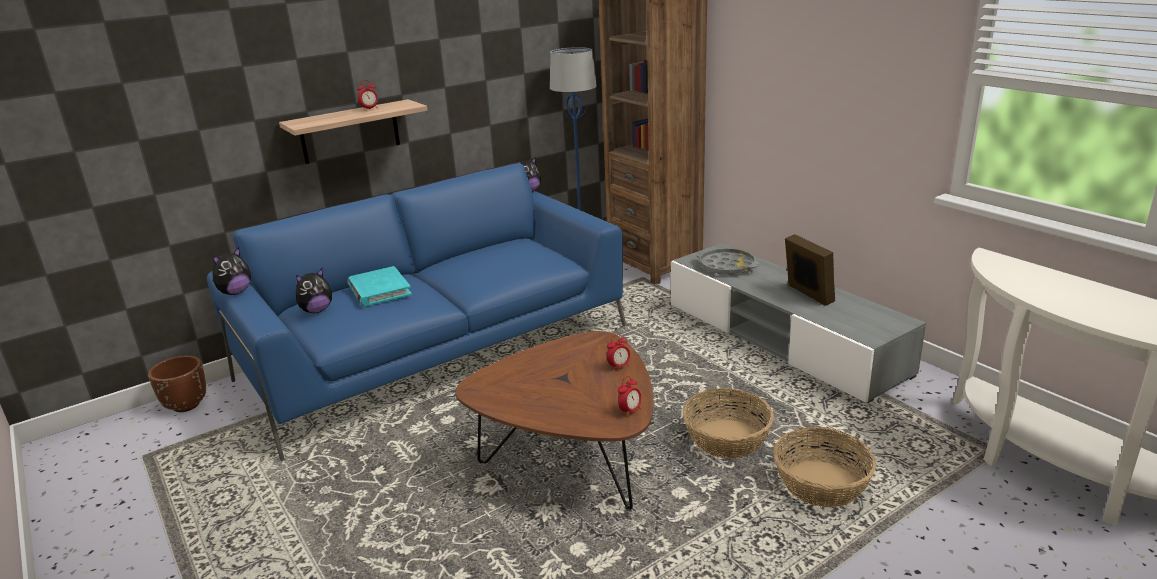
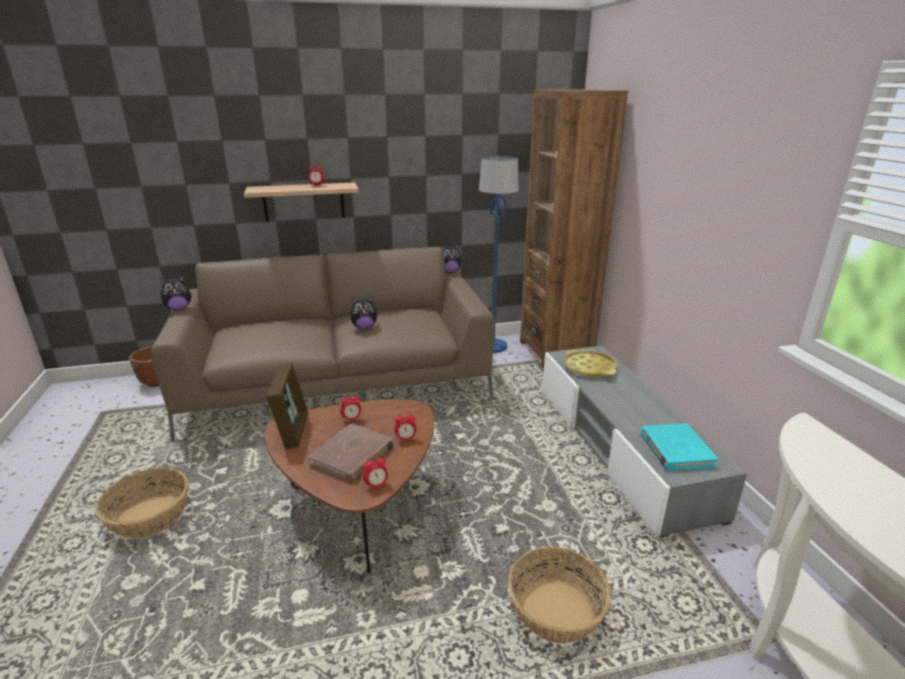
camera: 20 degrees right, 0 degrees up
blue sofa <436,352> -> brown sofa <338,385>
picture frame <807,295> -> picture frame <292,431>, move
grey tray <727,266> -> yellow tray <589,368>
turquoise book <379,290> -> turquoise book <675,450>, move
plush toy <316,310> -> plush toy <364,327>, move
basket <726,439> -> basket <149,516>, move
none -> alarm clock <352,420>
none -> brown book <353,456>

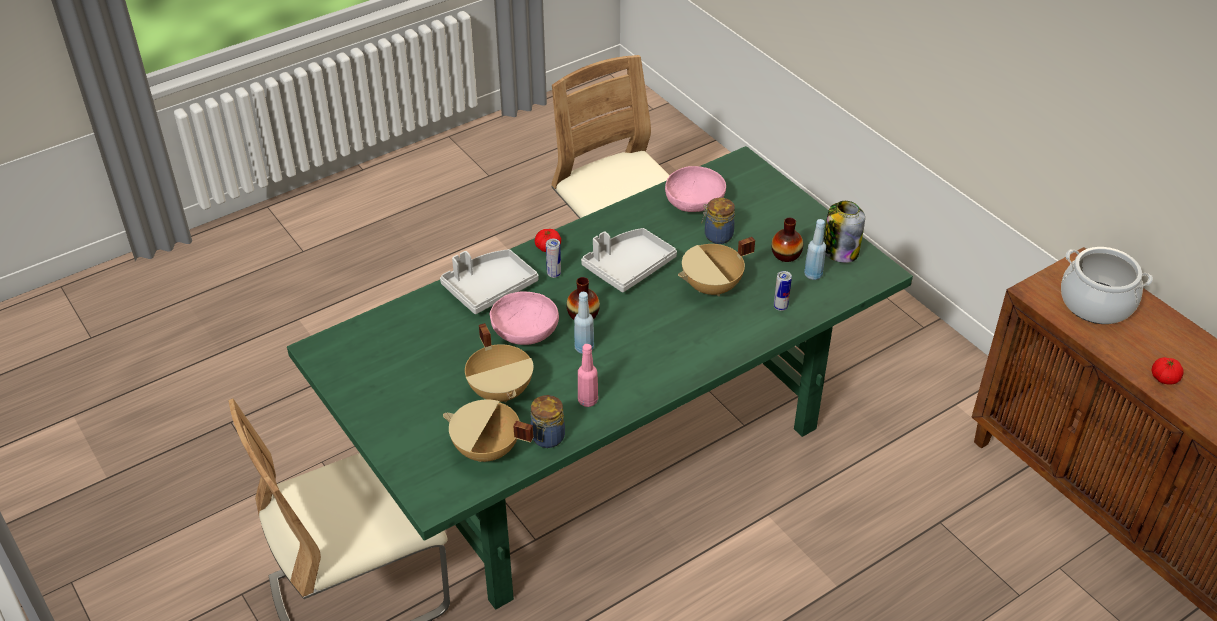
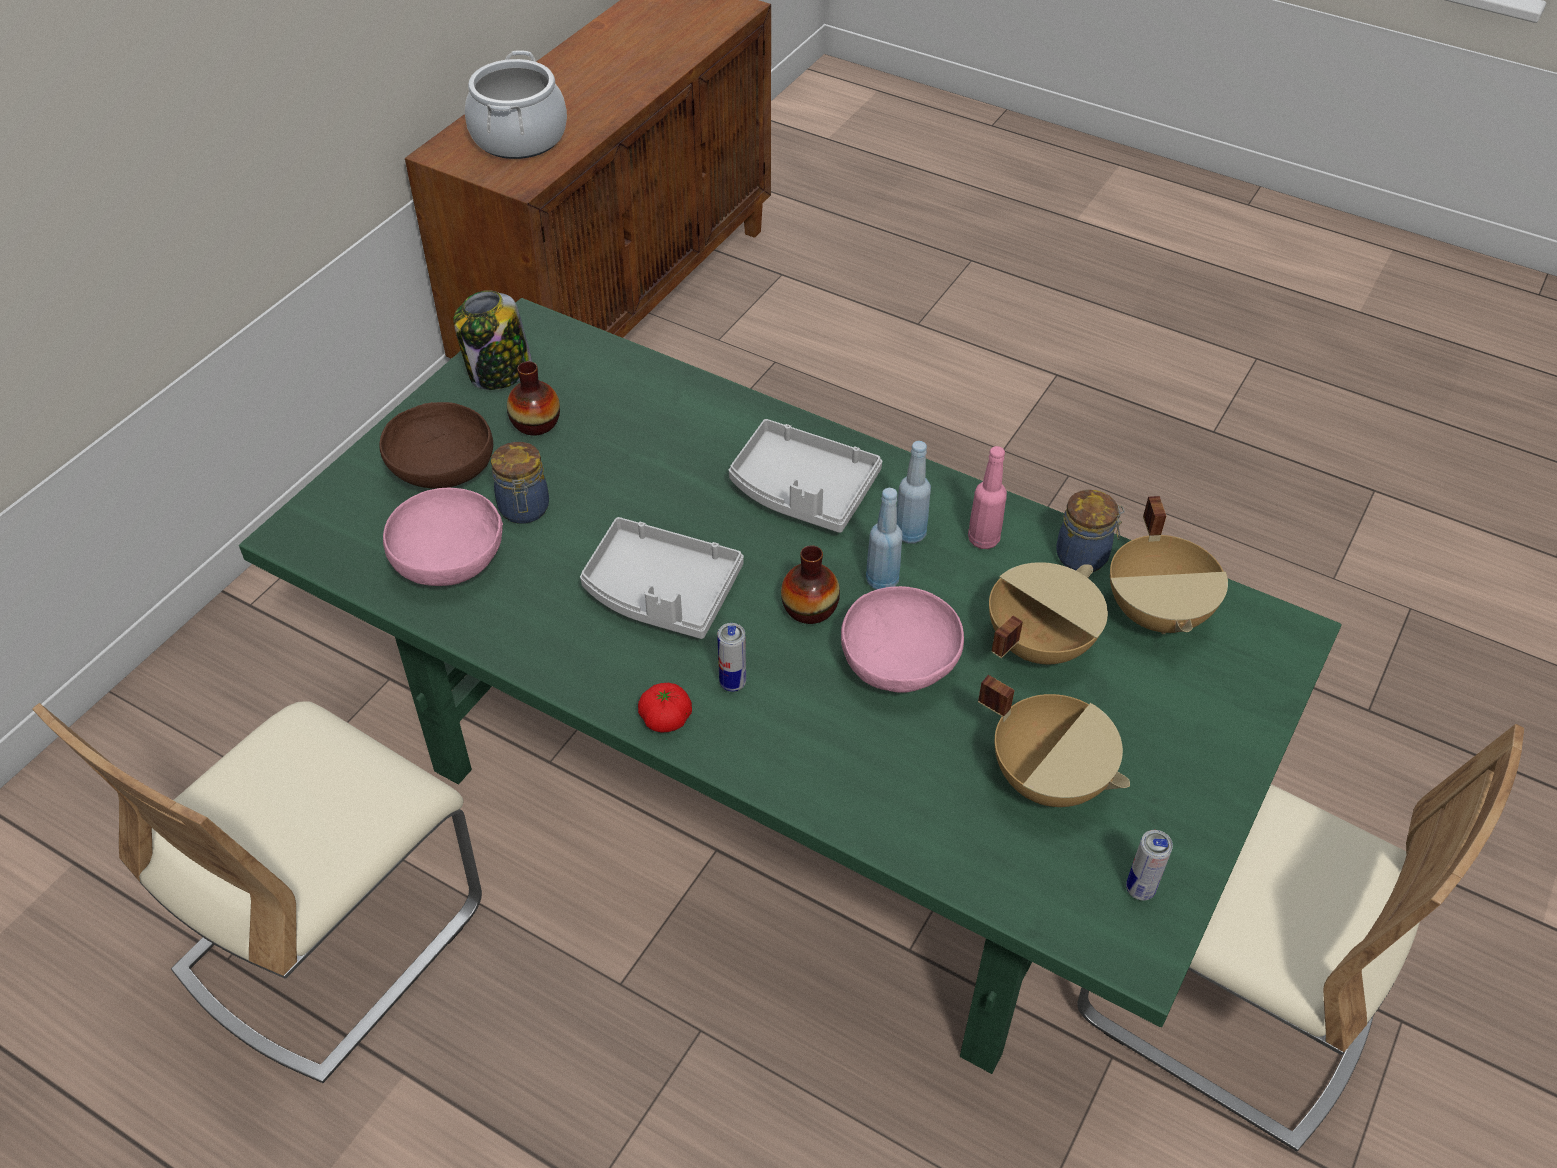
camera: 115 degrees left, 5 degrees up
blue bottle <813,275> -> blue bottle <910,534>, move
beige cooking pot <712,287> -> beige cooking pot <1049,778>, move
grey tray <489,288> -> grey tray <802,490>, move
can <780,307> -> can <1140,889>, move
tomato <1164,378> -> none
none -> brown bowl <441,471>

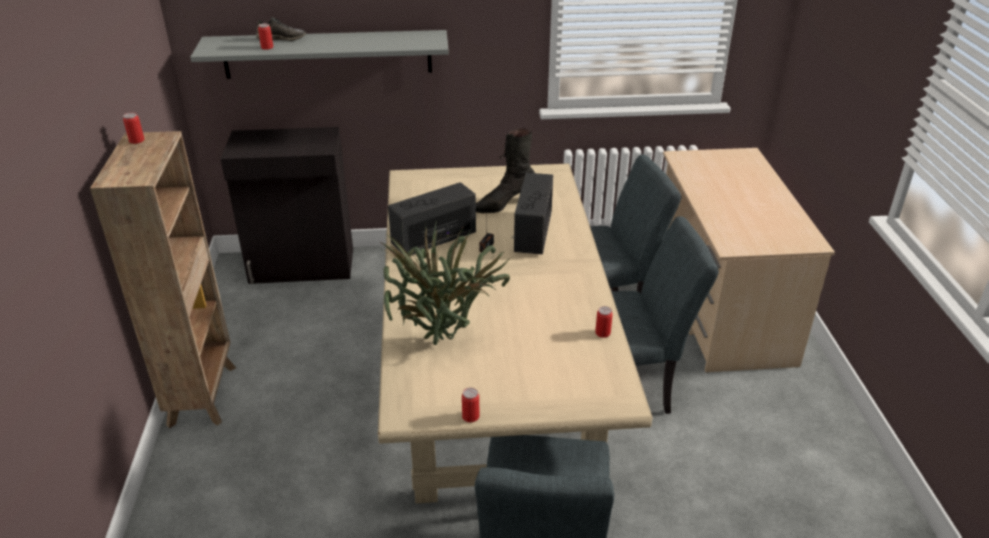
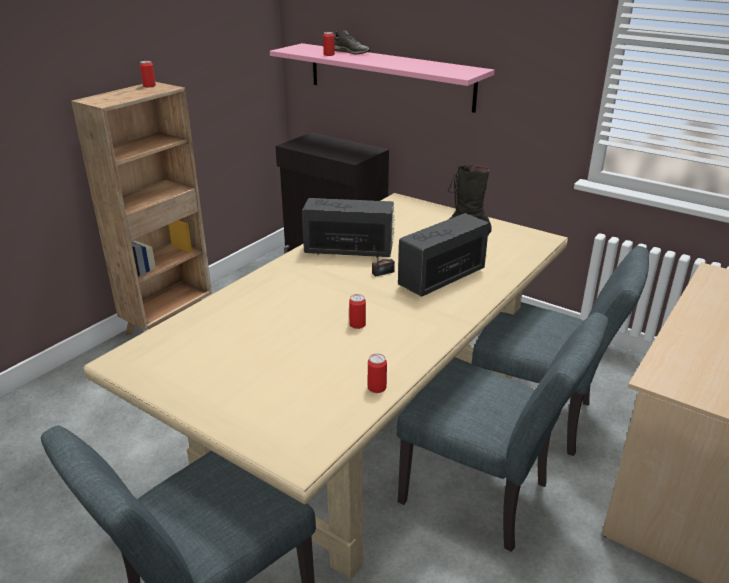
camera: 40 degrees right, 5 degrees down
grey shelf <327,54> -> pink shelf <389,76>
potted plant <443,344> -> none
can <470,416> -> can <357,324>, move

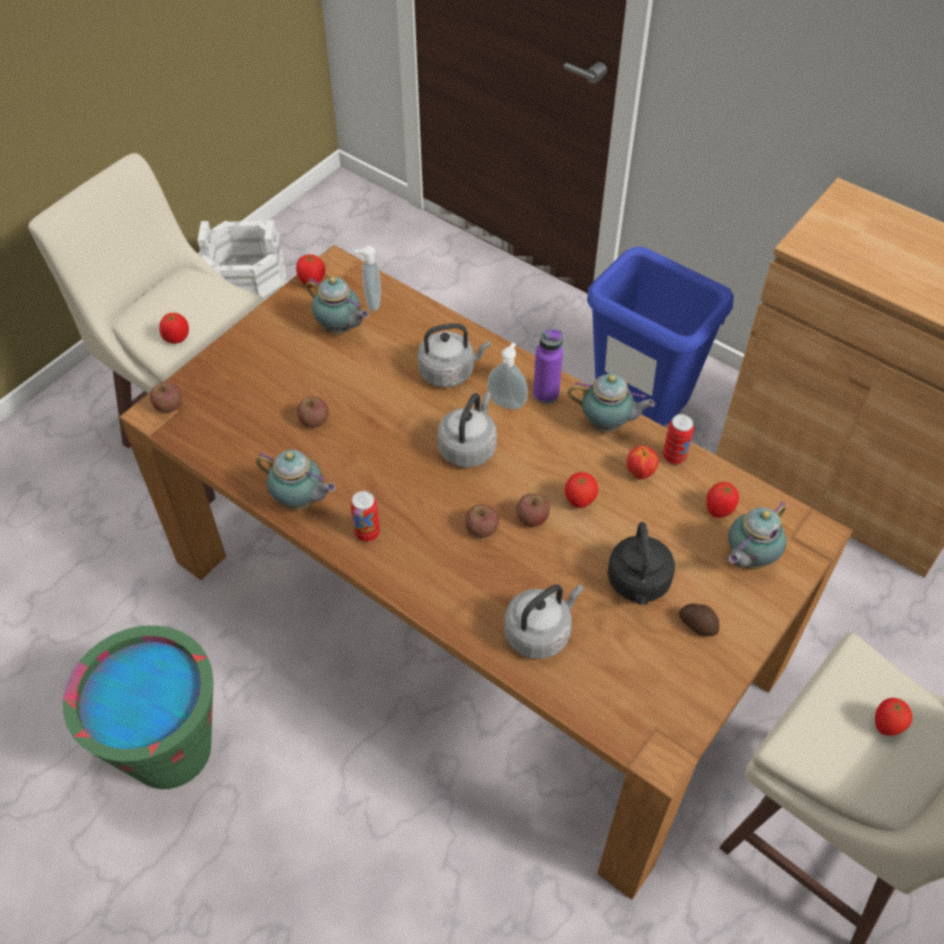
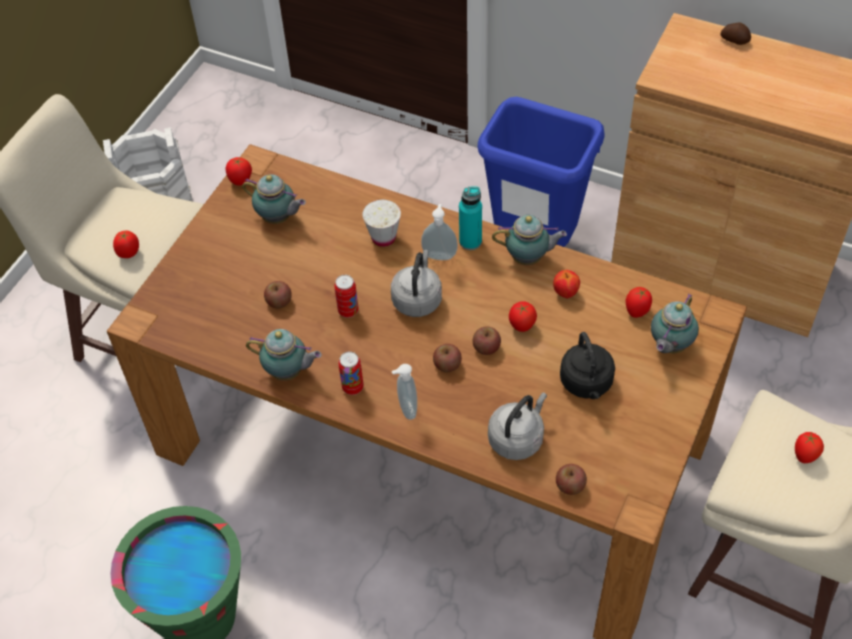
camera: 10 degrees left, 0 degrees up
soap dispenser <371,303> -> soap dispenser <406,409>, move
grey kettle <449,372> -> white cup <383,238>
purple bottle <546,394> -> turquoise bottle <470,241>
apple <169,406> -> apple <570,485>, move
can <674,457> -> can <348,311>, move
potato <698,624> -> potato <735,40>, move

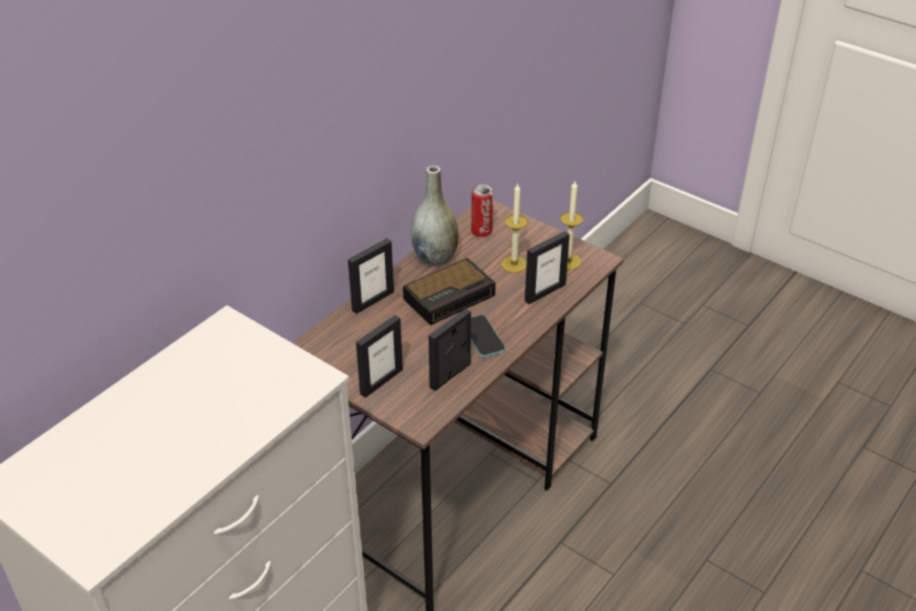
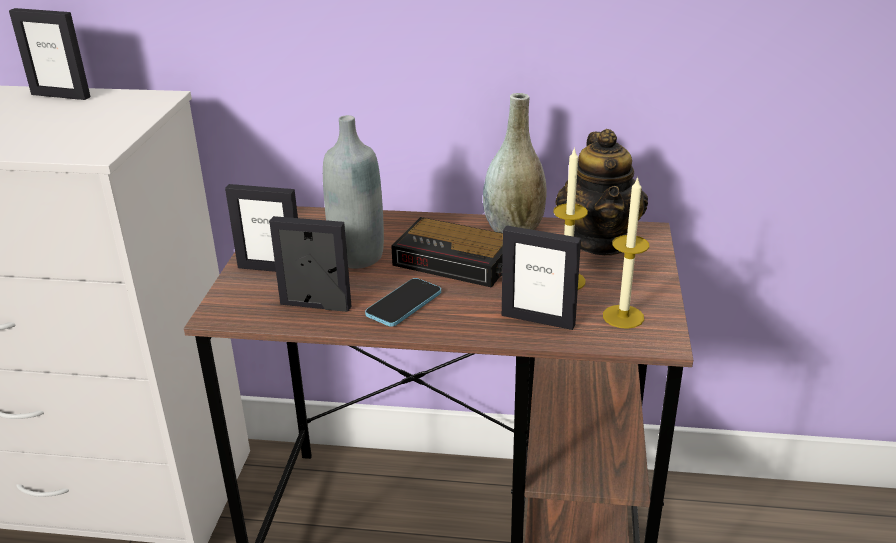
camera: 60 degrees right, 10 degrees down
can <481,231> -> teapot <599,241>
picture frame <372,301> -> picture frame <61,95>, move
none -> grey bottle <357,256>

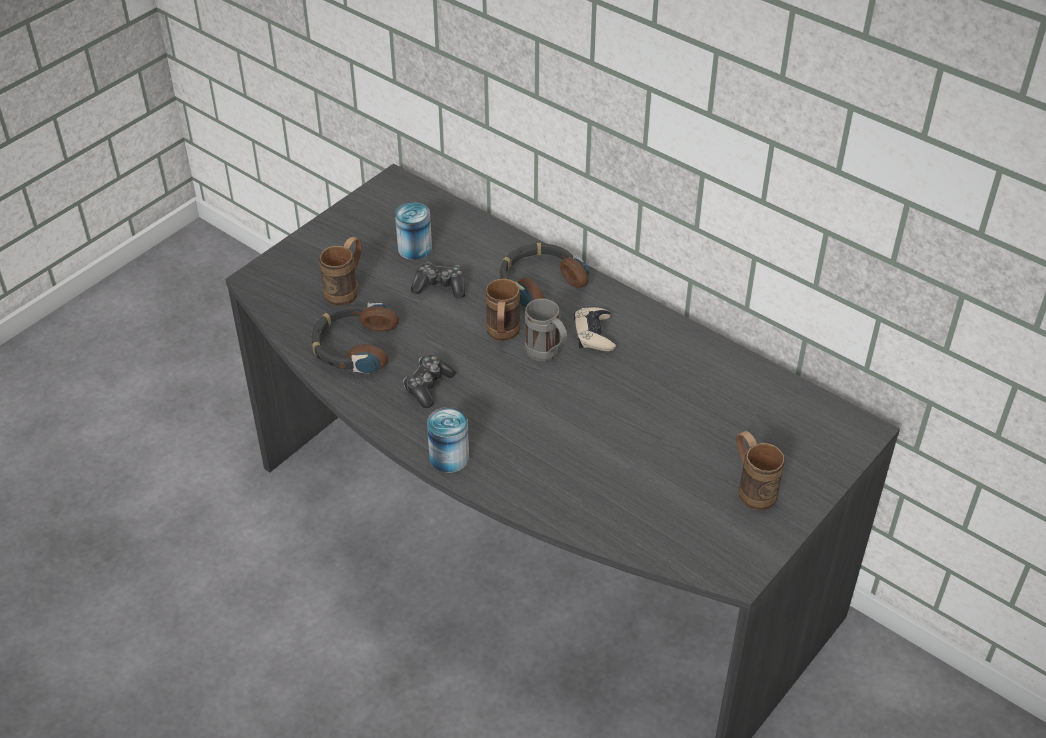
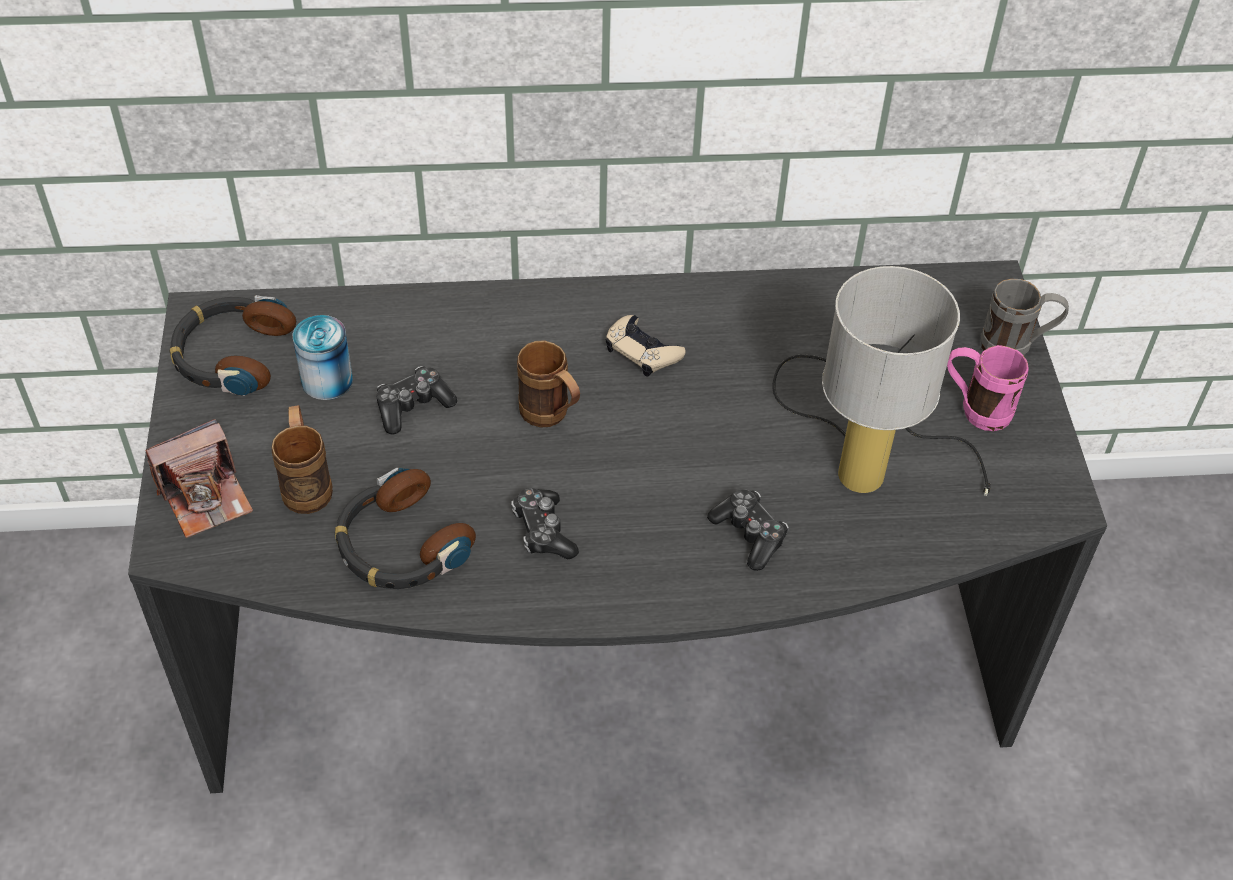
camera: 45 degrees left, 5 degrees up
headphones <540,281> -> headphones <231,354>, move
grey mug <547,355> -> grey mug <1016,348>, move
can <449,457> -> none
brown mug <751,489> -> pink mug <974,410>
none -> table lamp <865,451>
none -> photo camera <206,497>
none -> game controller <749,535>

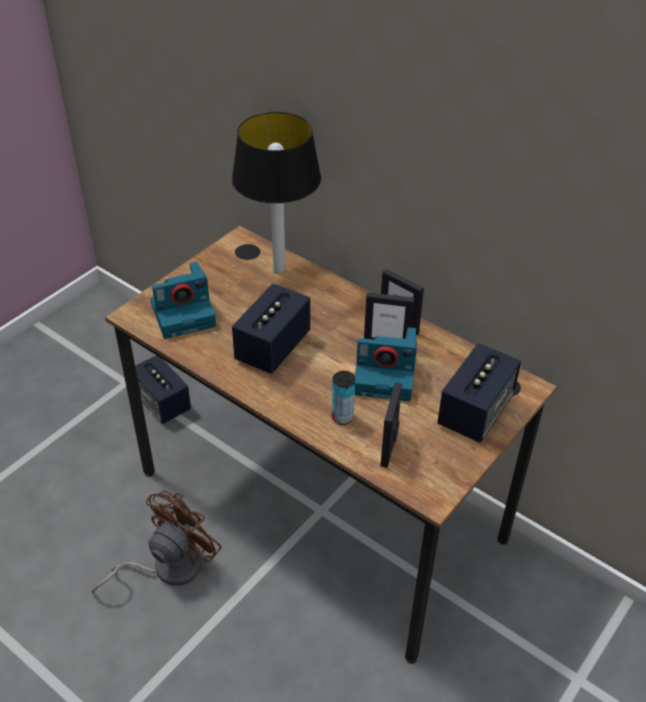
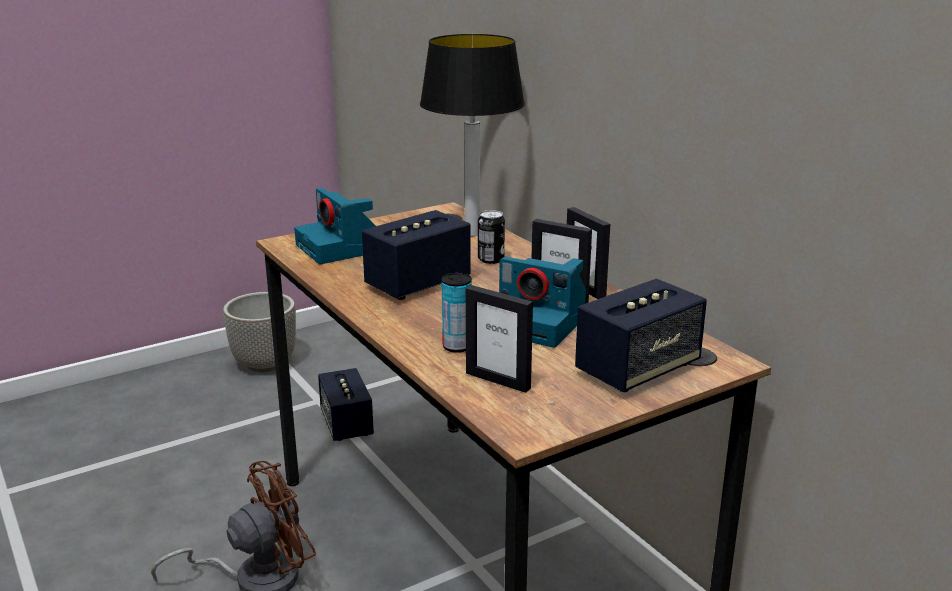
camera: 20 degrees right, 20 degrees down
photo camera <184,313> -> photo camera <341,248>, 60 degrees clockwise
picture frame <389,447> -> picture frame <498,380>, 90 degrees counterclockwise
none -> can <491,259>
none -> planter <265,363>

